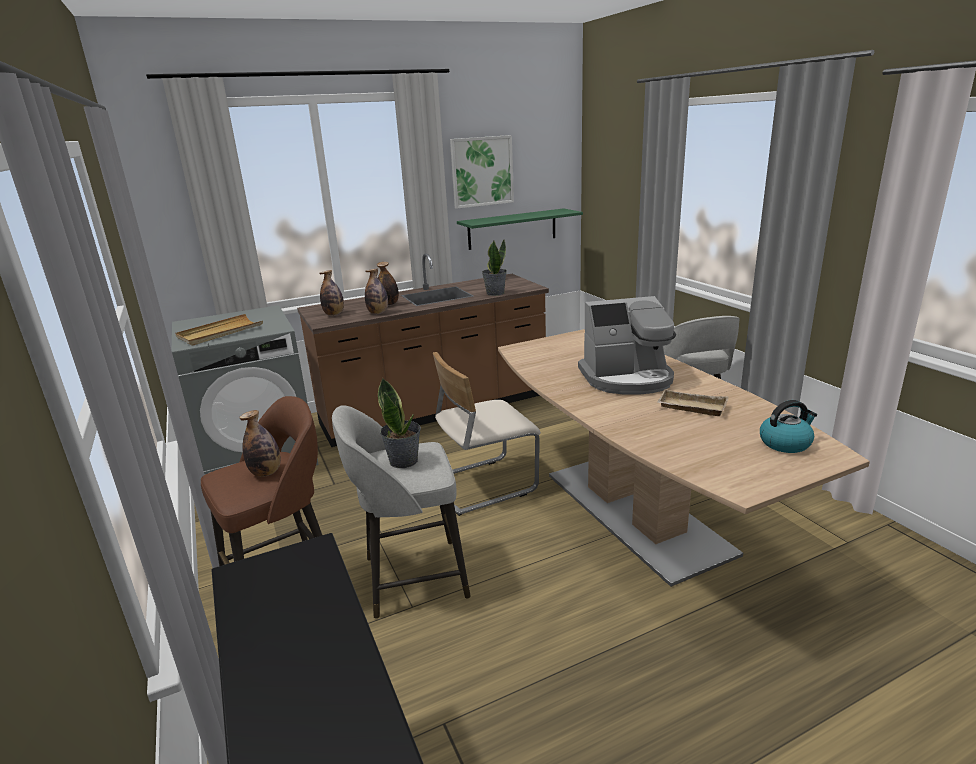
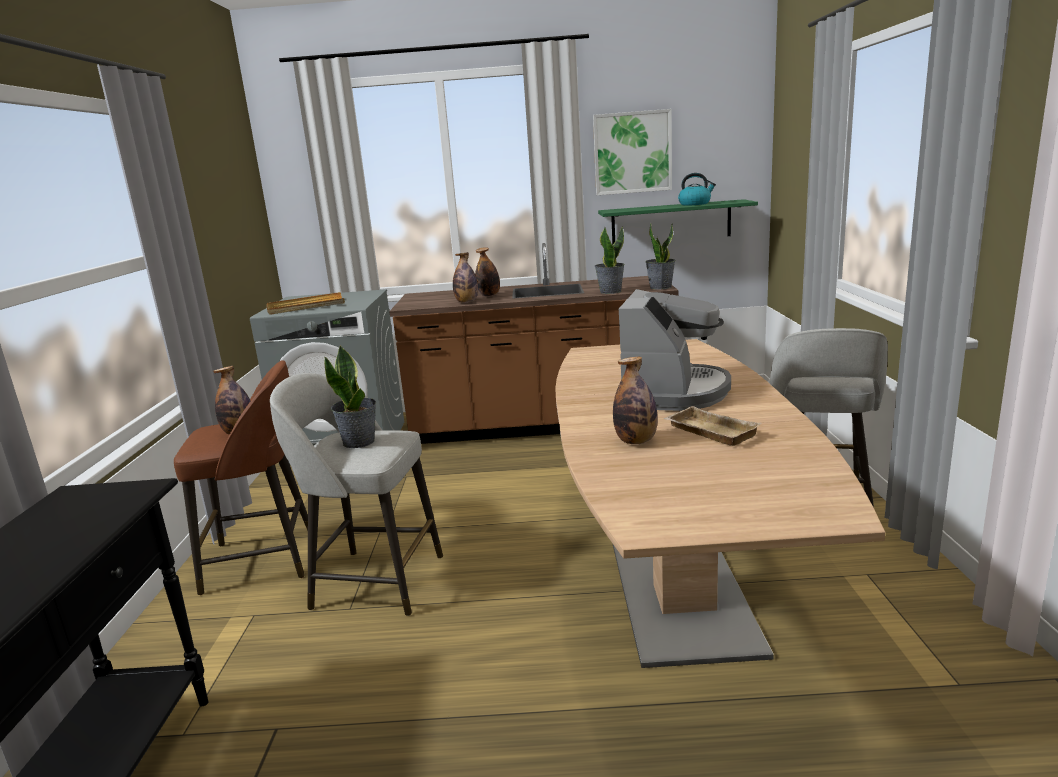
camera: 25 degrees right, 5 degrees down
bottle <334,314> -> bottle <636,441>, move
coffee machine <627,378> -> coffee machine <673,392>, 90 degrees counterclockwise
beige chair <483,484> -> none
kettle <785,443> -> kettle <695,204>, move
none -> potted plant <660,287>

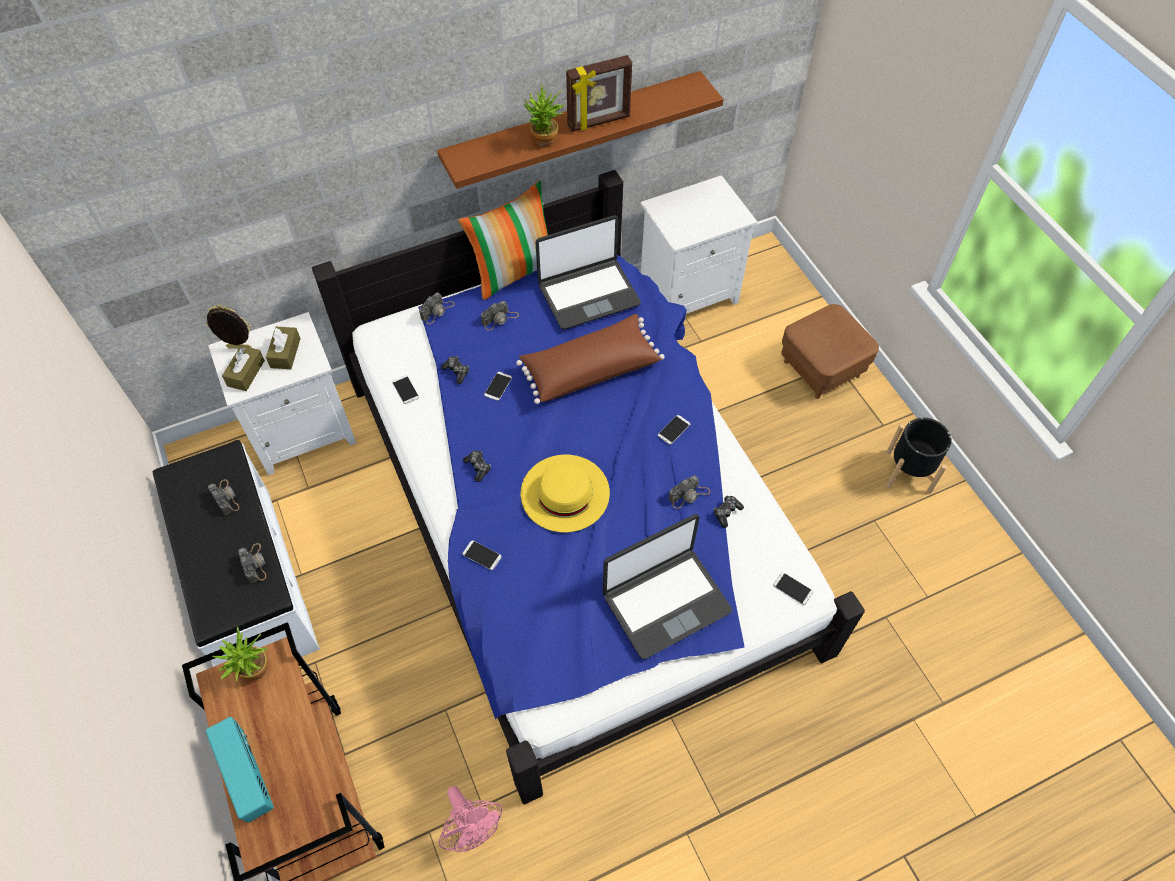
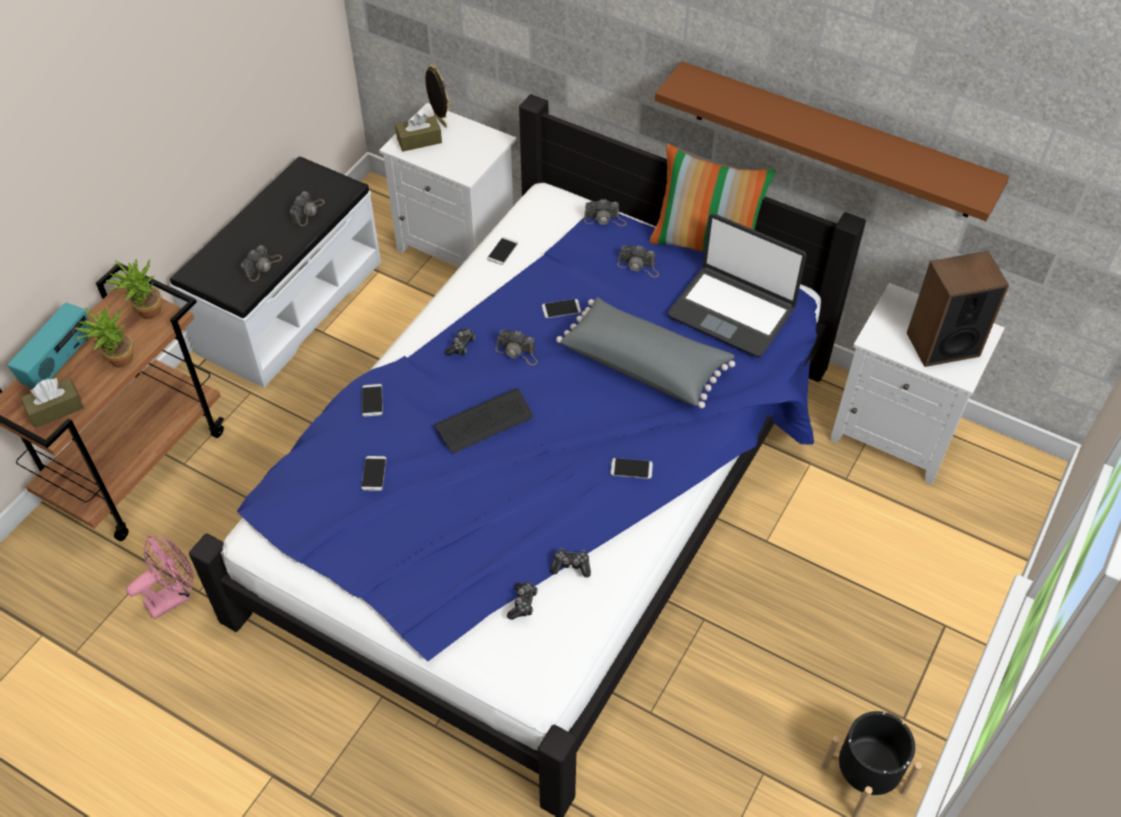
camera: 55 degrees right, 5 degrees down
picture frame <599,122> -> none
potted plant <545,144> -> potted plant <117,361>, move
brown ottoman <821,368> -> none
brown pillow <589,368> -> grey pillow <645,363>
brown tissue box <285,353> -> brown tissue box <56,409>, move
game controller <456,372> -> game controller <523,603>, move
yellow hat <565,492> -> keyboard <484,422>
photo camera <689,495> -> photo camera <517,352>, move
laptop <665,602> -> none
phone <793,588> -> phone <374,473>, move
pink fan <473,829> -> pink fan <174,597>, 150 degrees counterclockwise
none -> speaker <942,344>

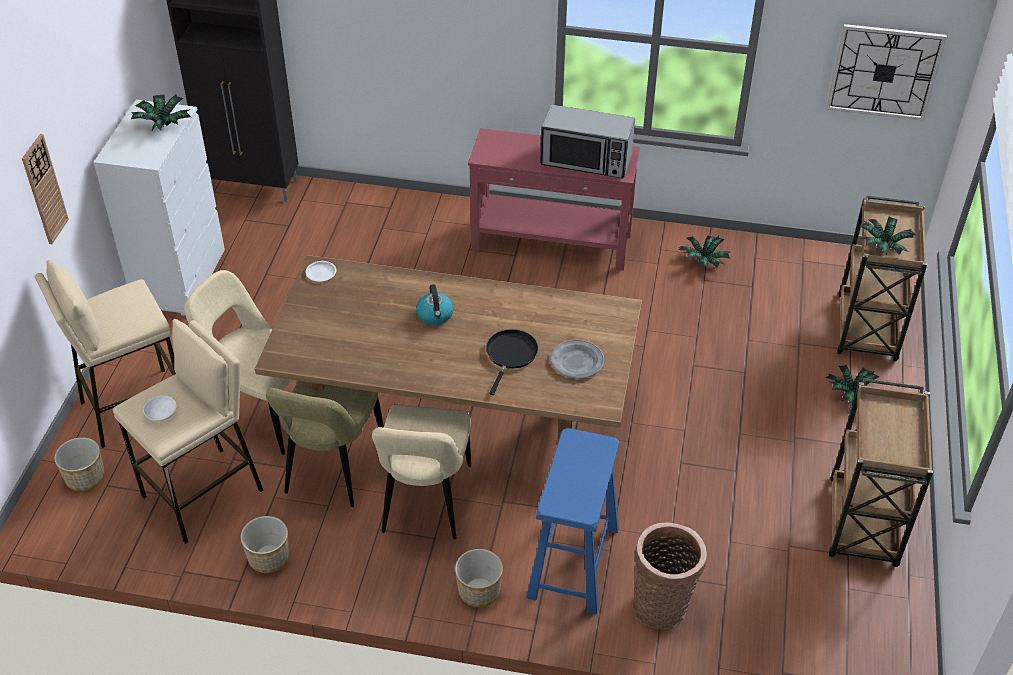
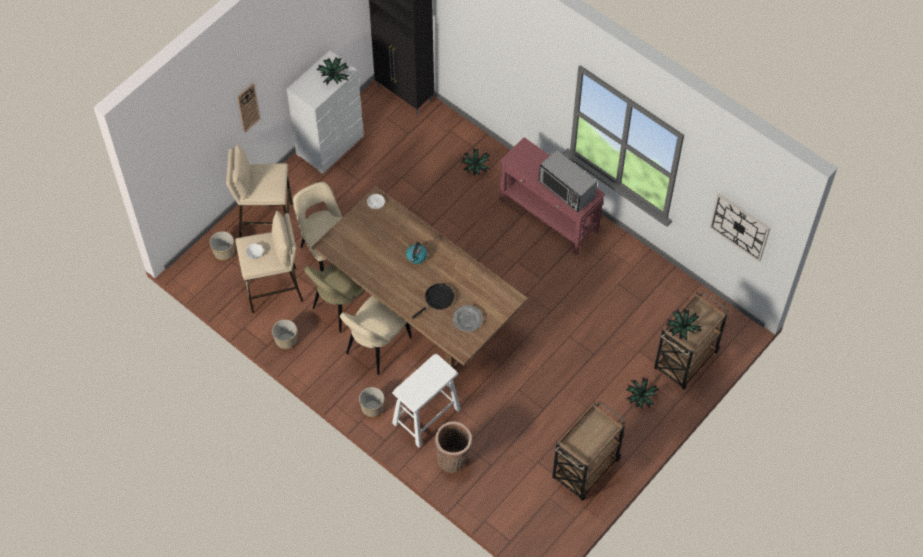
camera: 30 degrees right, 15 degrees up
potted plant <703,261> -> potted plant <475,166>, move
blue stool <573,563> -> white stool <426,416>

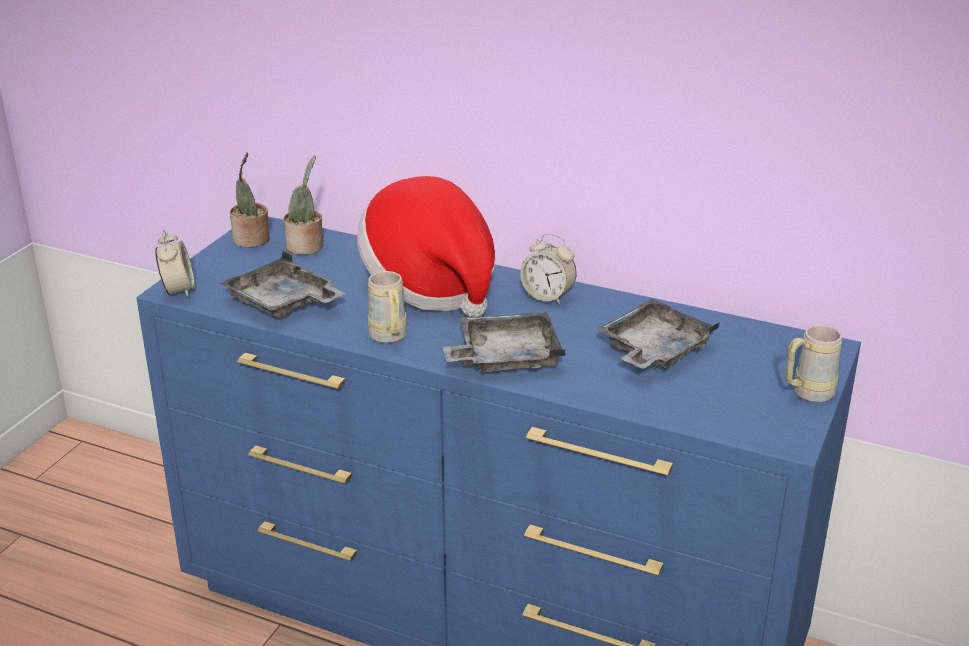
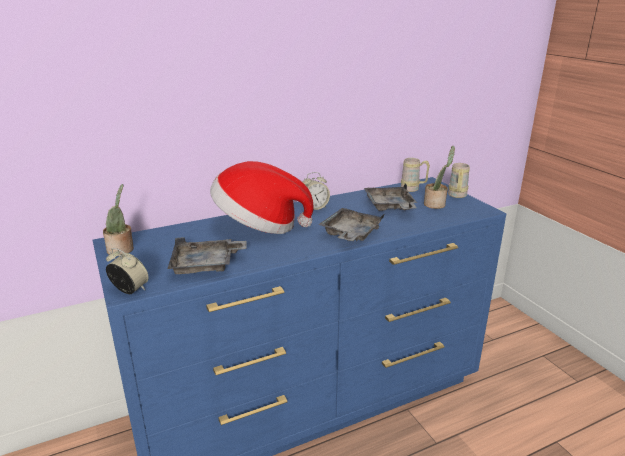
camera: 50 degrees left, 5 degrees down
potted plant <306,247> -> potted plant <436,204>, move
beige mug <389,338> -> beige mug <413,189>, move

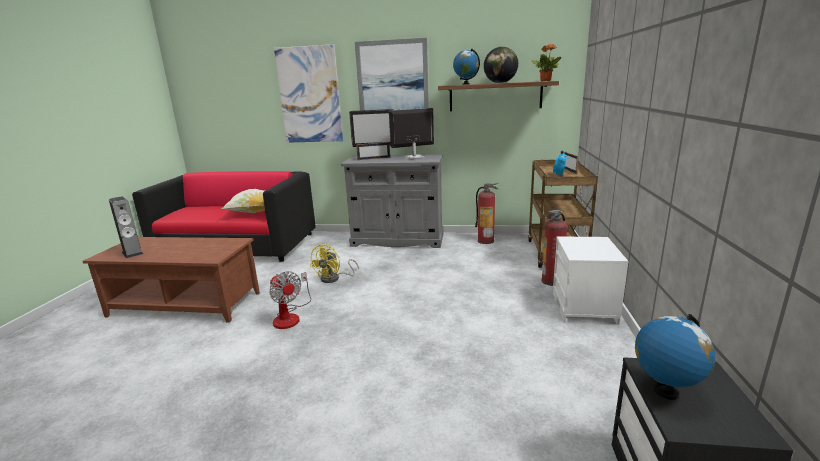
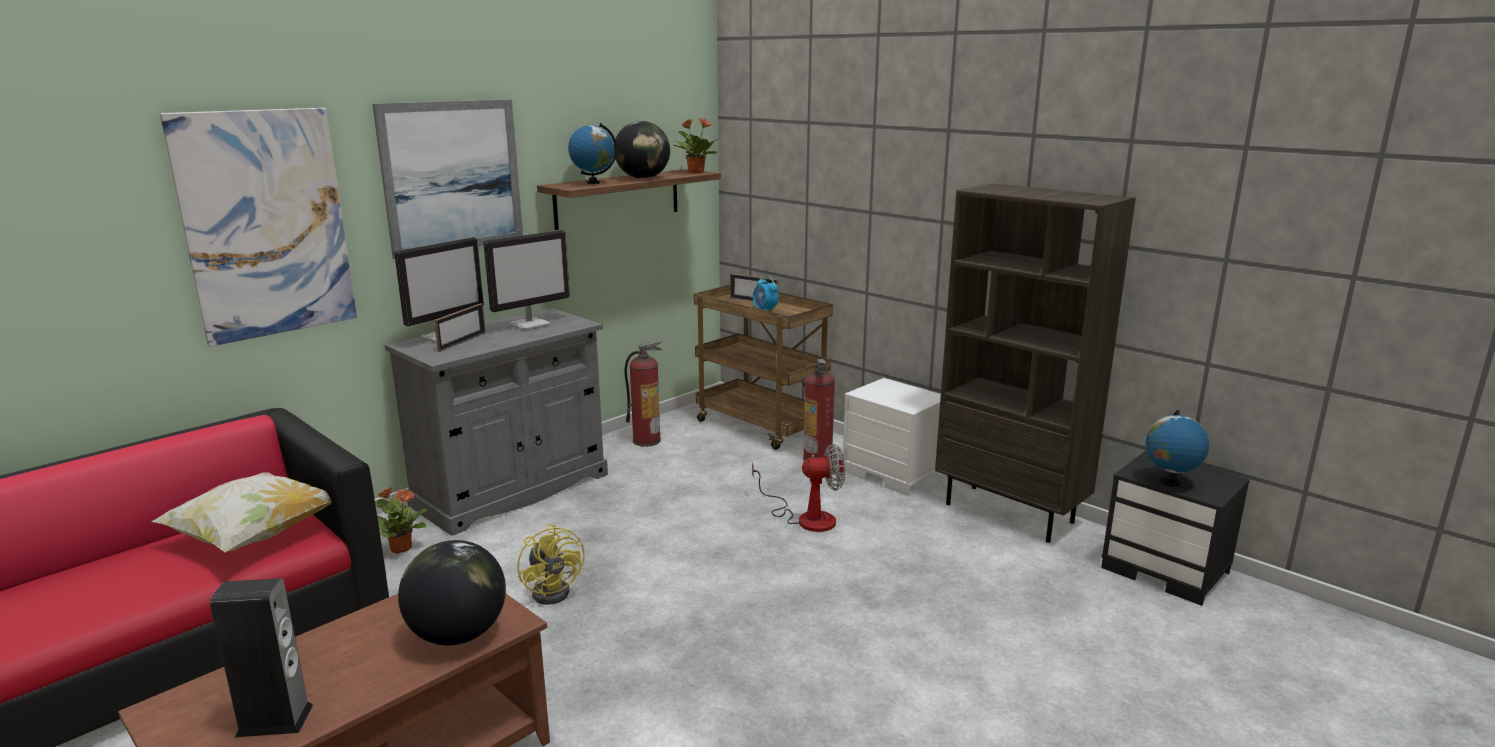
camera: 55 degrees left, 0 degrees up
monitor <413,157> -> monitor <530,324>, 150 degrees counterclockwise
fan <290,316> -> fan <806,517>, move
none -> brown bookcase <1010,513>
none -> potted plant <400,548>
none -> globe <458,635>

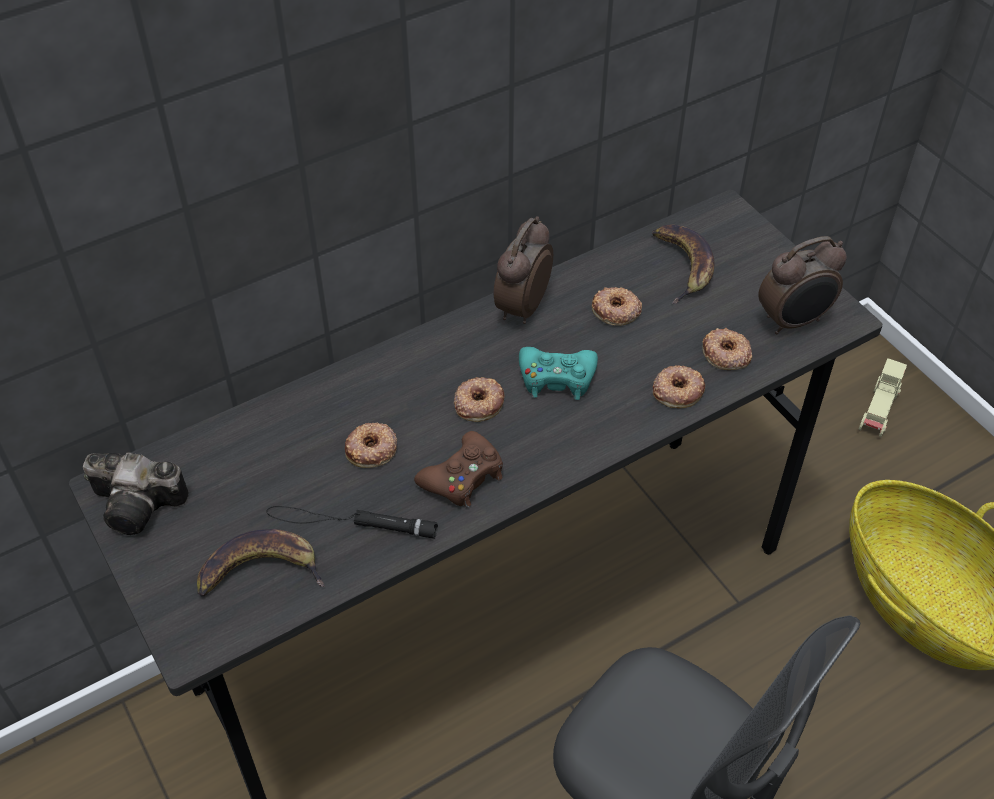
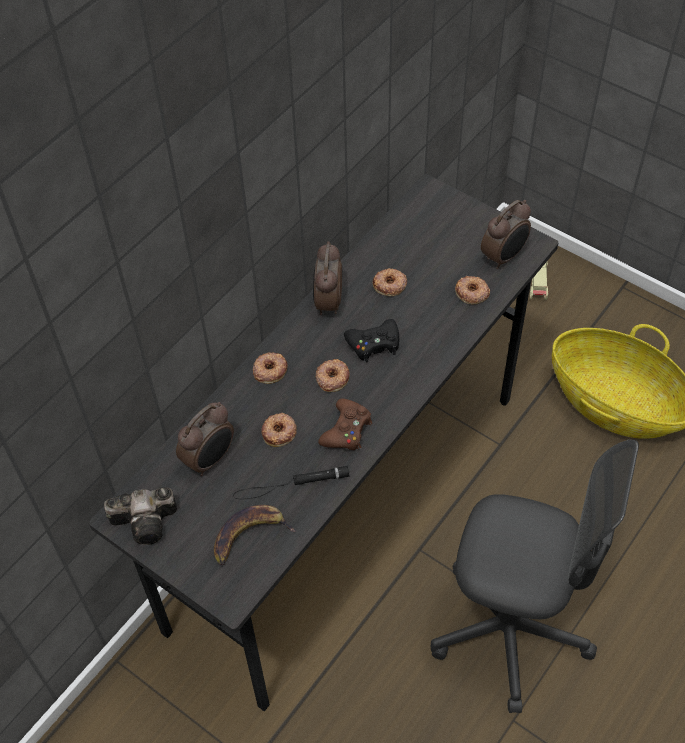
camera: 20 degrees left, 5 degrees up
banana <683,266> -> none
turquoise game controller <557,378> -> black game controller <374,344>
donut <677,390> -> donut <270,370>, move
none -> alarm clock <210,459>

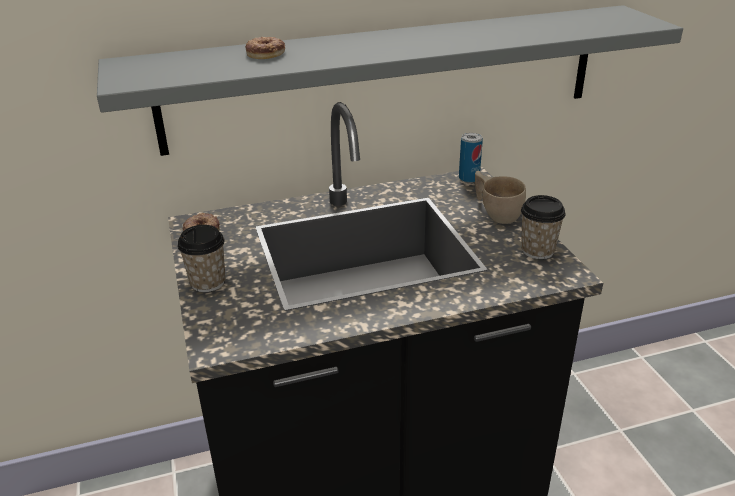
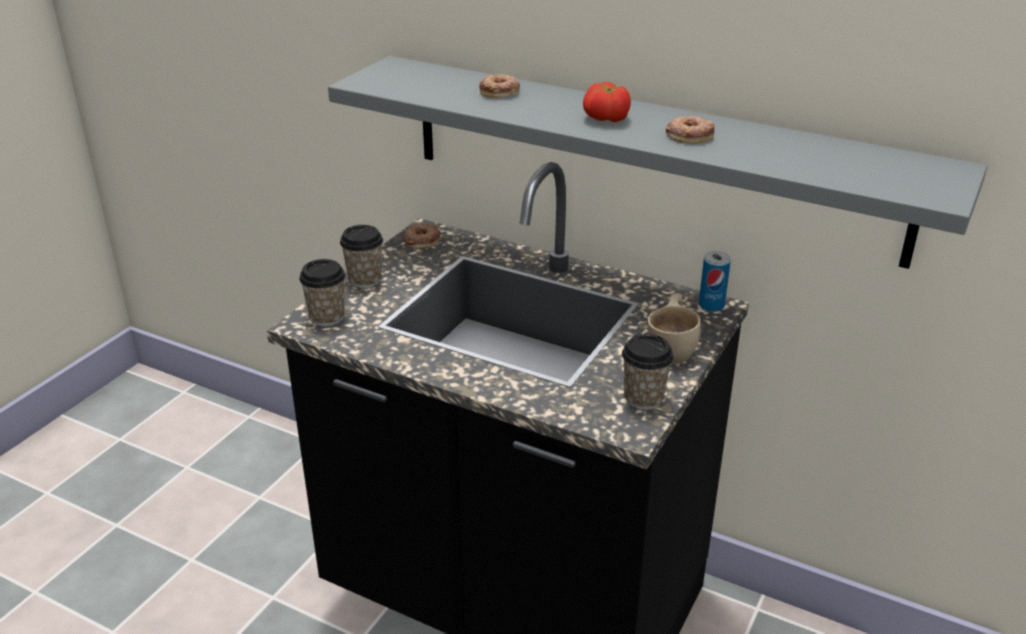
camera: 45 degrees right, 0 degrees up
none -> tomato <606,118>
none -> donut <689,135>
none -> cup <327,317>

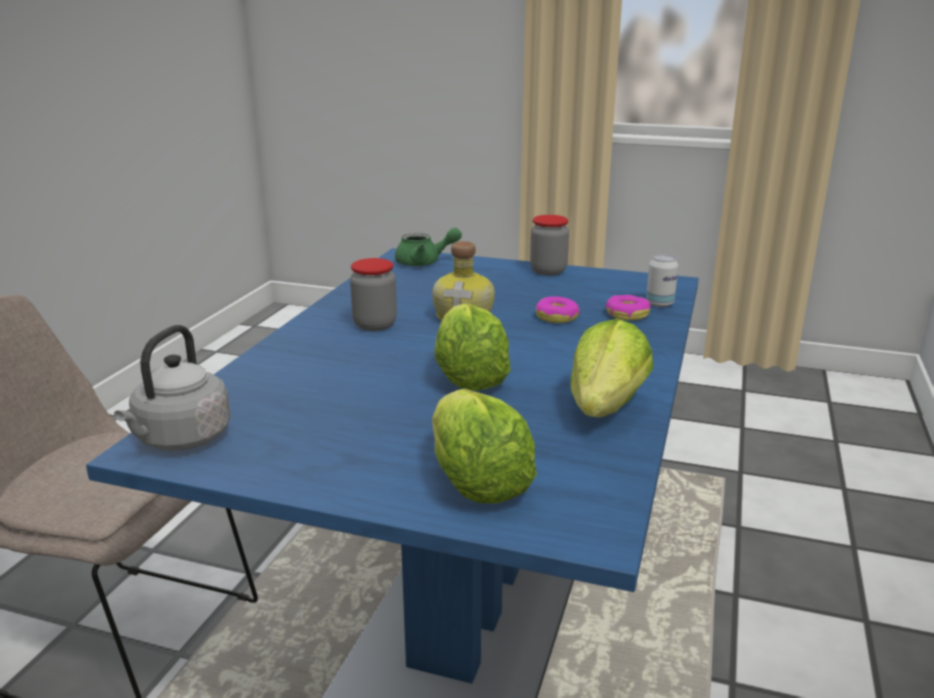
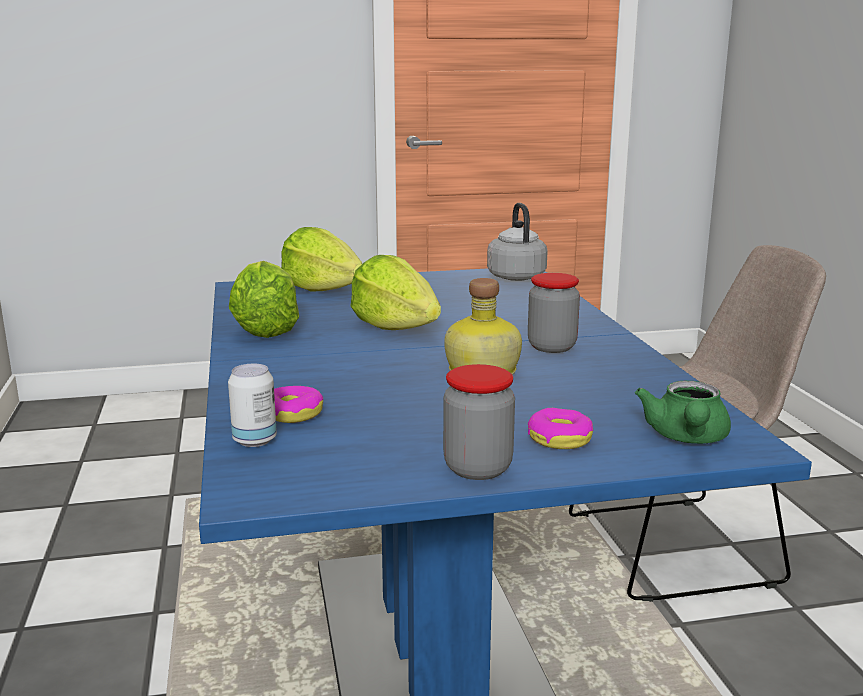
camera: 150 degrees right, 5 degrees down
green teapot <424,262> -> green teapot <686,438>, 45 degrees counterclockwise
donut <557,317> -> donut <559,438>, move

